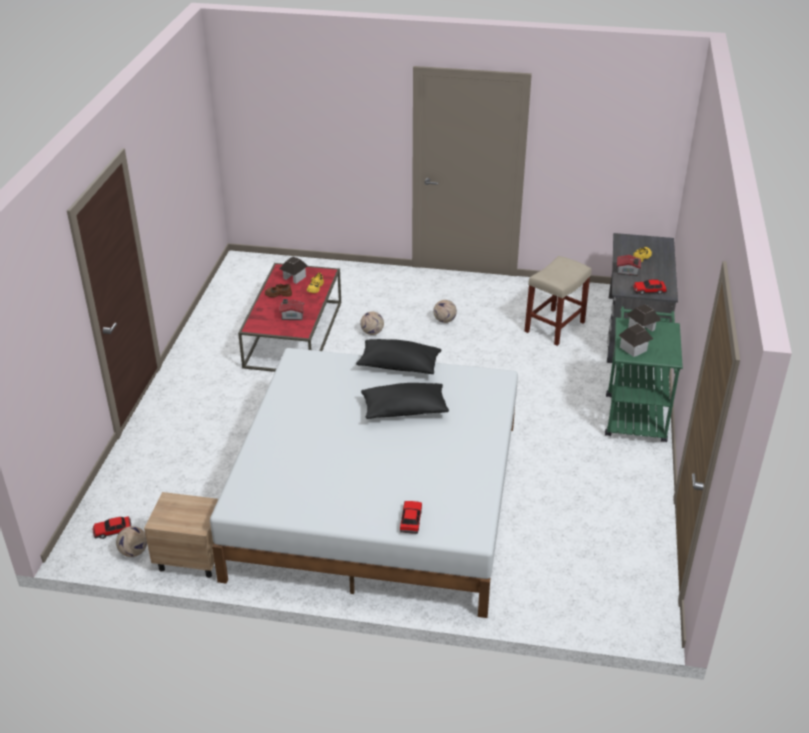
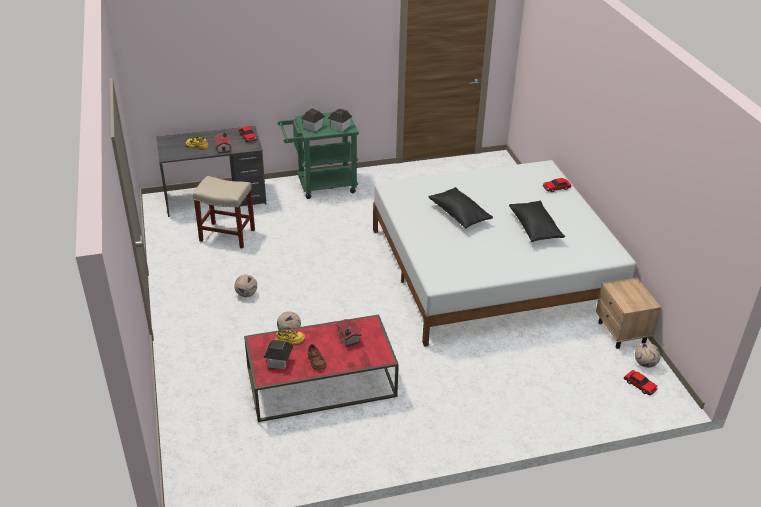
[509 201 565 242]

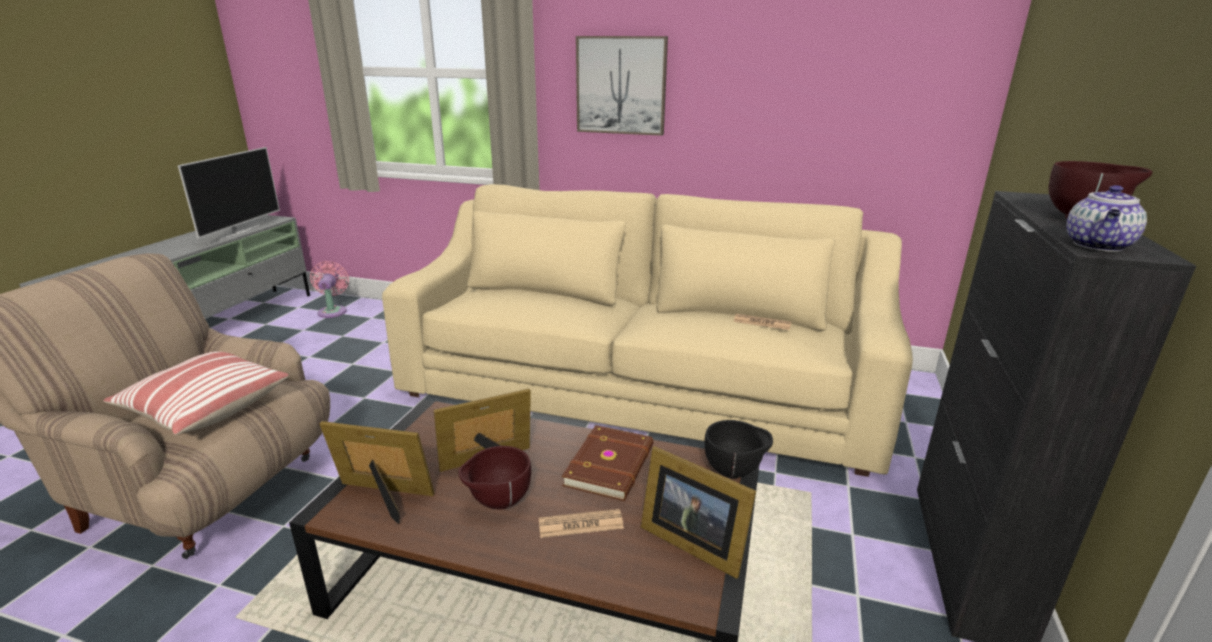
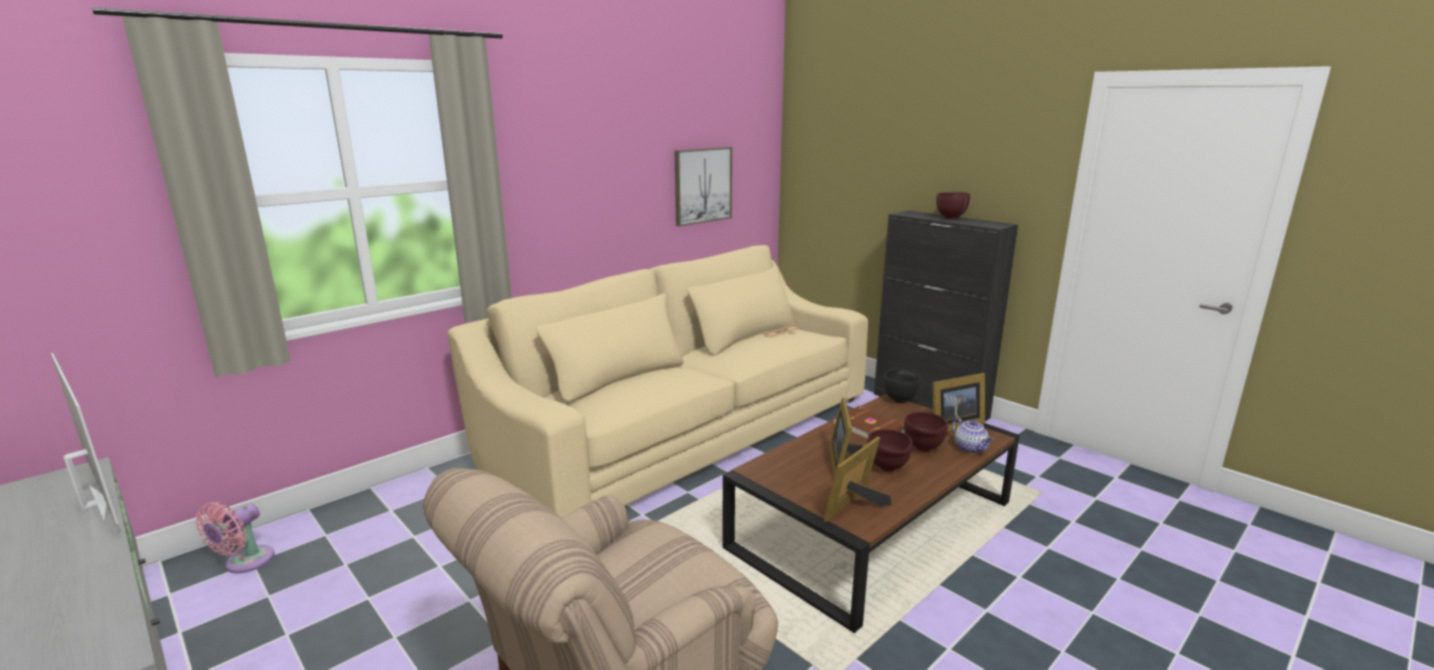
[103 351 289 435] (first image)
[195 502 275 573]
[904 412 948 452]
[674 147 732 227]
[952 418 994 453]

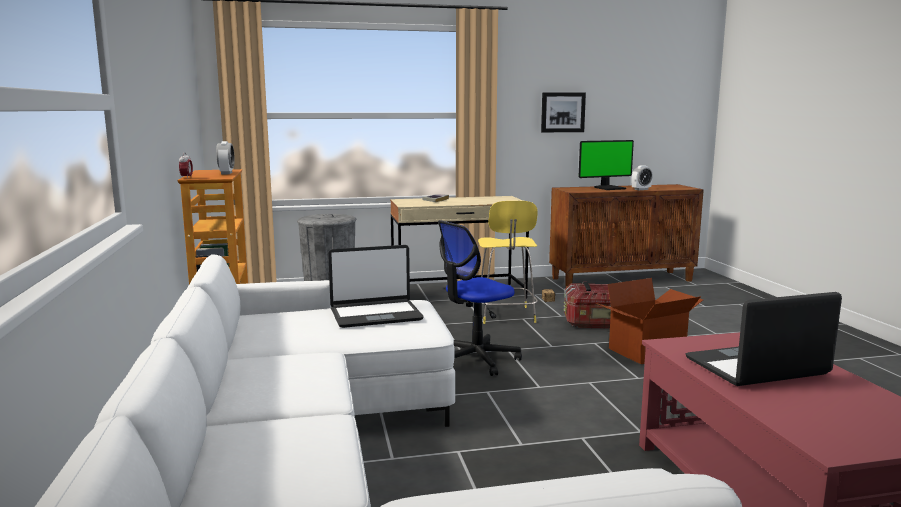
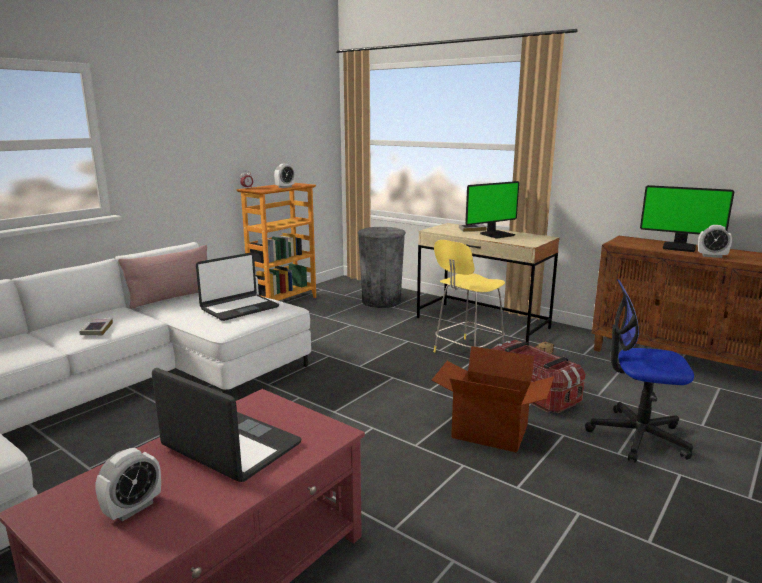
[196 253 279 321]
[585 279 694 463]
[541 92 586 132] (first image)
[80 318 113 335]
[95 448 161 522]
[118 245 207 309]
[465 181 519 239]

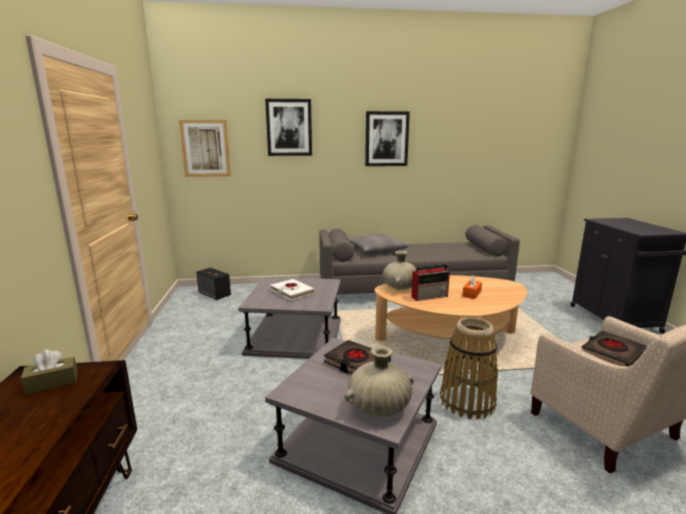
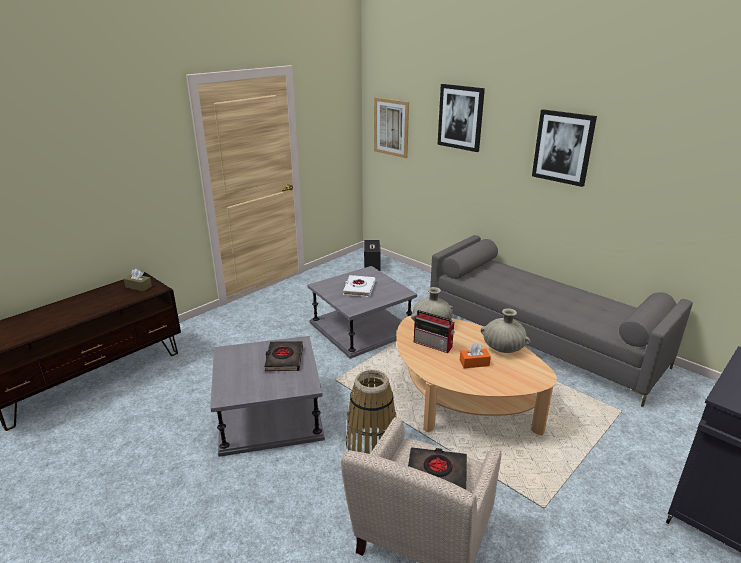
[481 308 530 353]
[348 234 409 254] (first image)

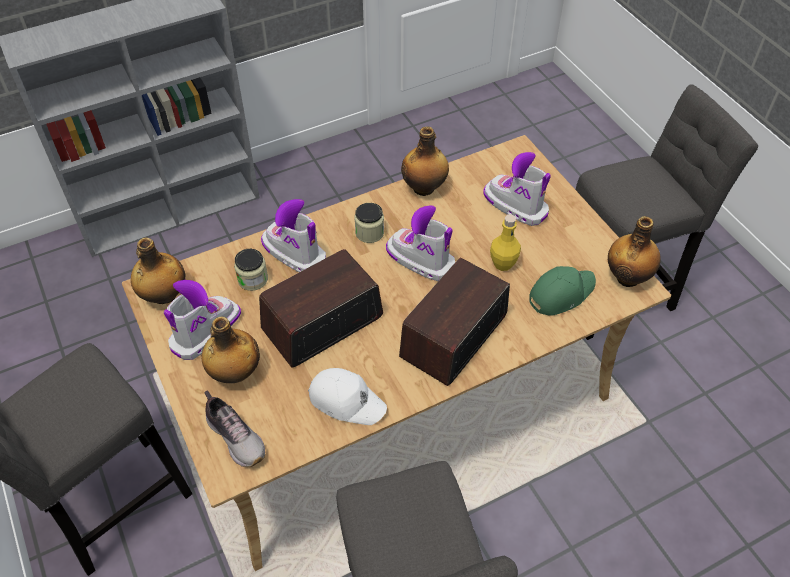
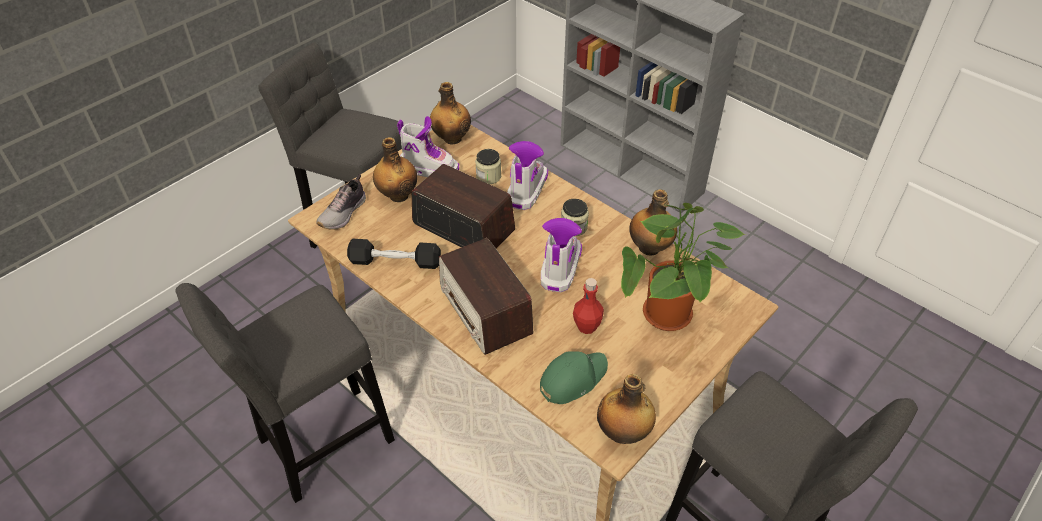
[347 239 441 269]
[439 238 533 355]
[621 203 746 331]
[573 278 604 334]
[540 351 608 404]

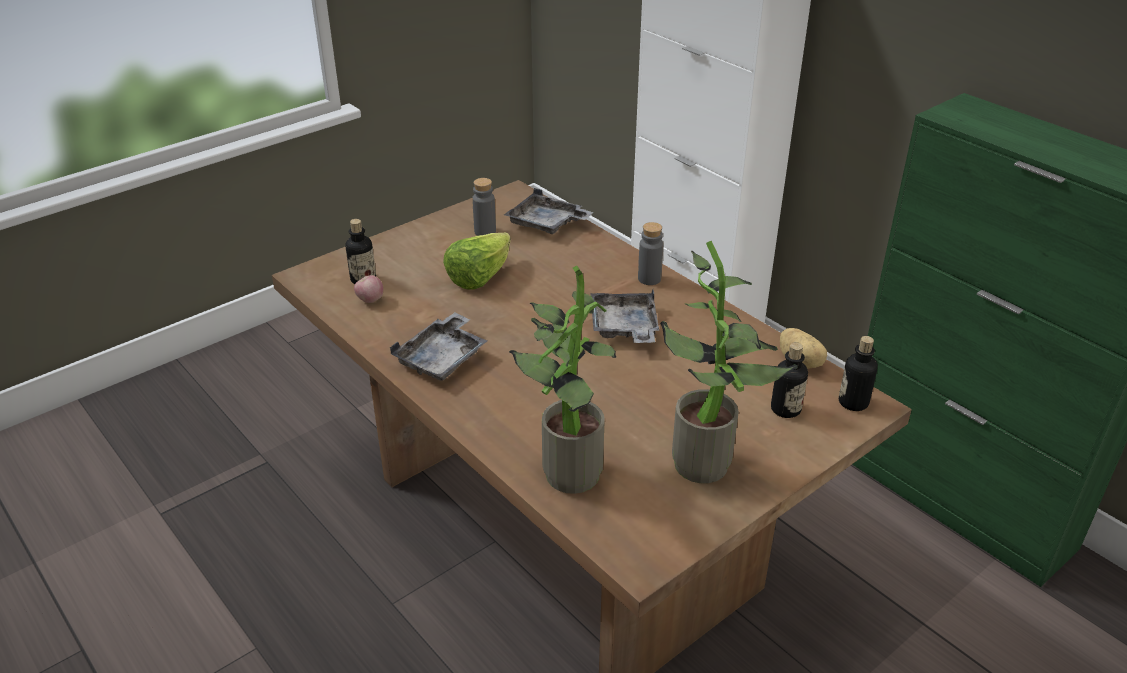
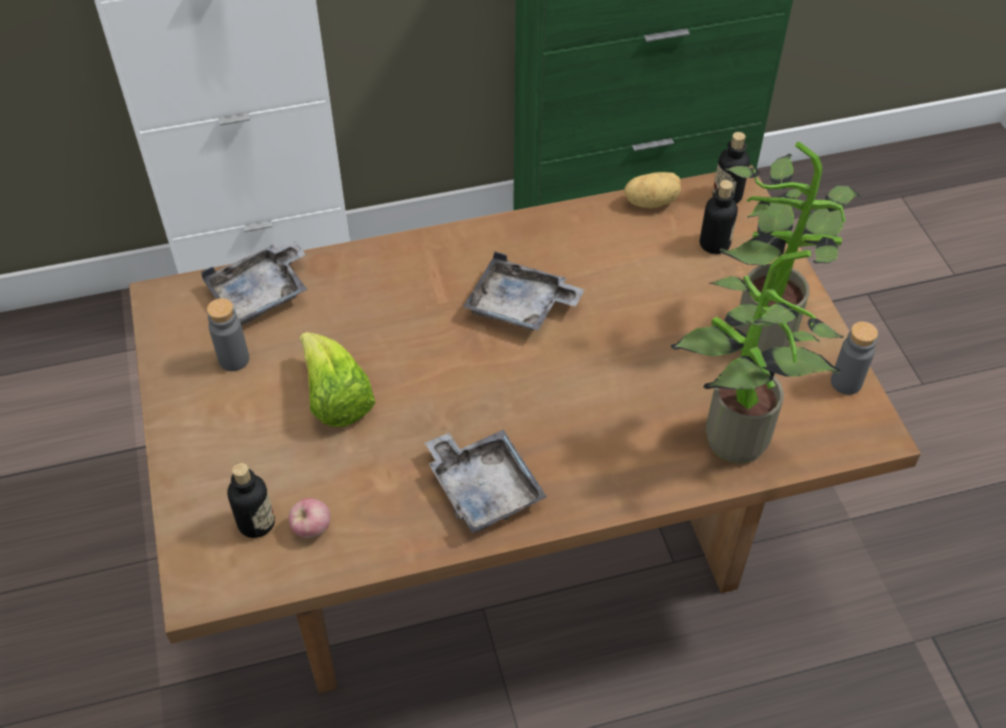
[831 321 878 395]

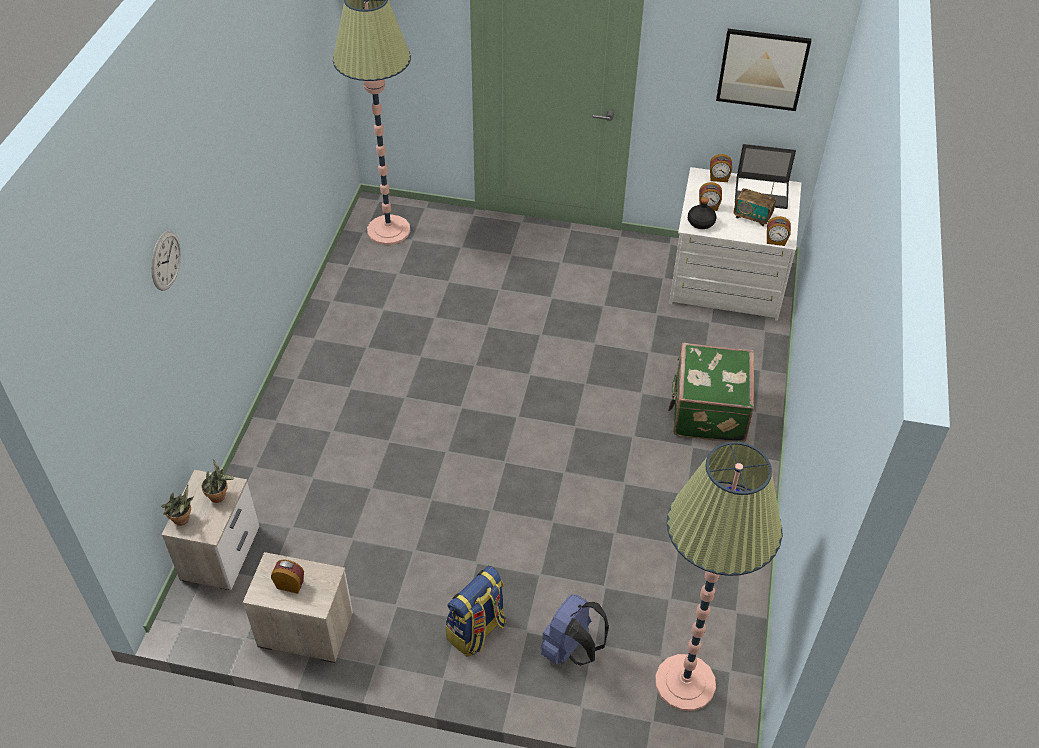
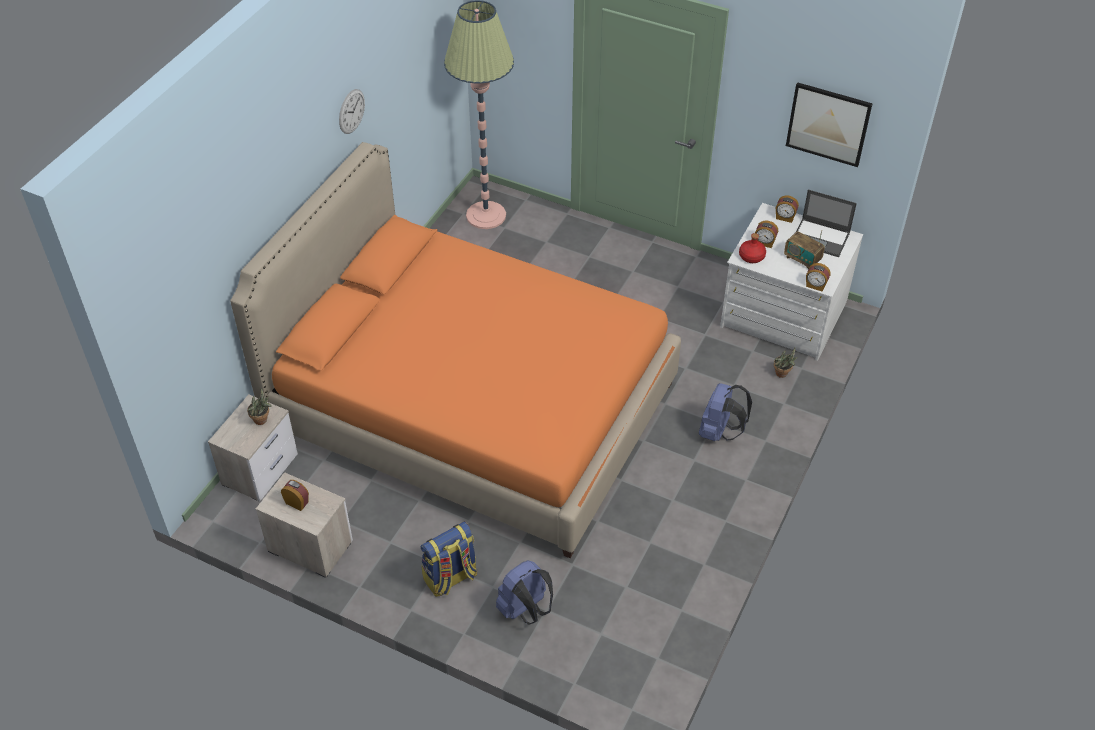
[339 89 365 134]
[774 348 798 378]
[655 442 782 711] (first image)
[699 383 752 441]
[739 233 766 263]
[230 142 681 558]

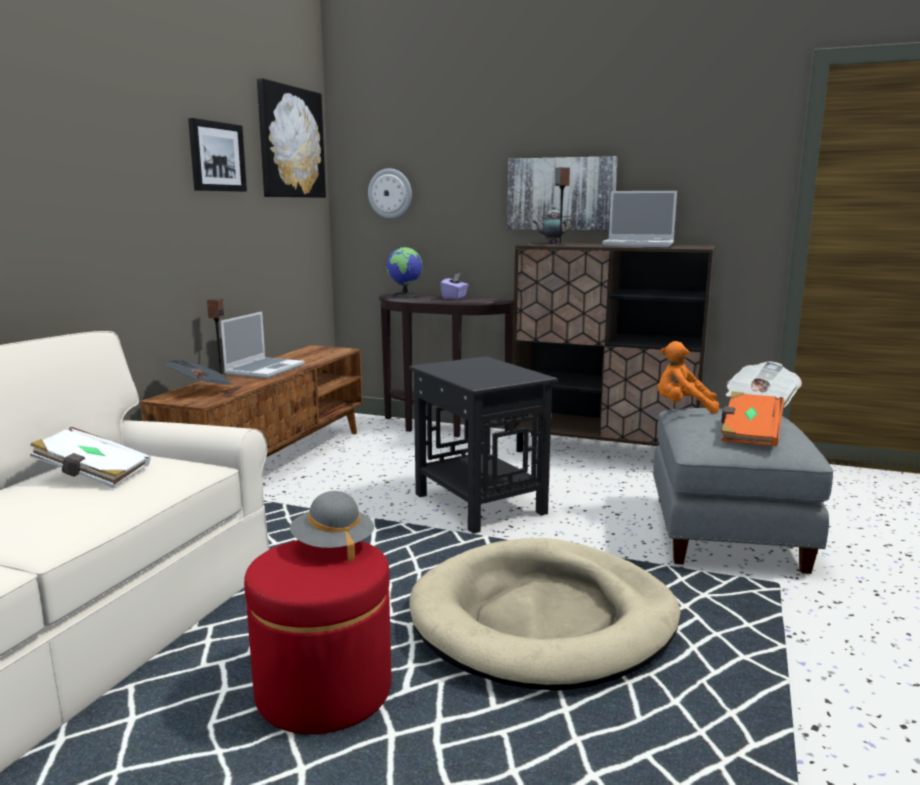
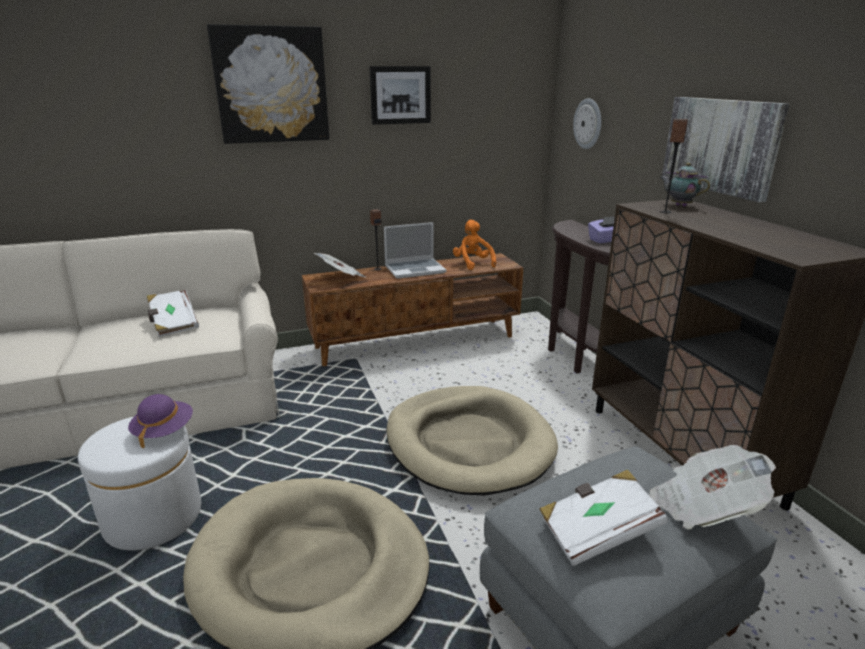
[78 417 201 551]
[207 24 329 144]
[128 394 193 449]
[386 247 423 298] (first image)
[386 386 558 495]
[602 191 677 247] (first image)
[453 220 496 270]
[540 469 668 566]

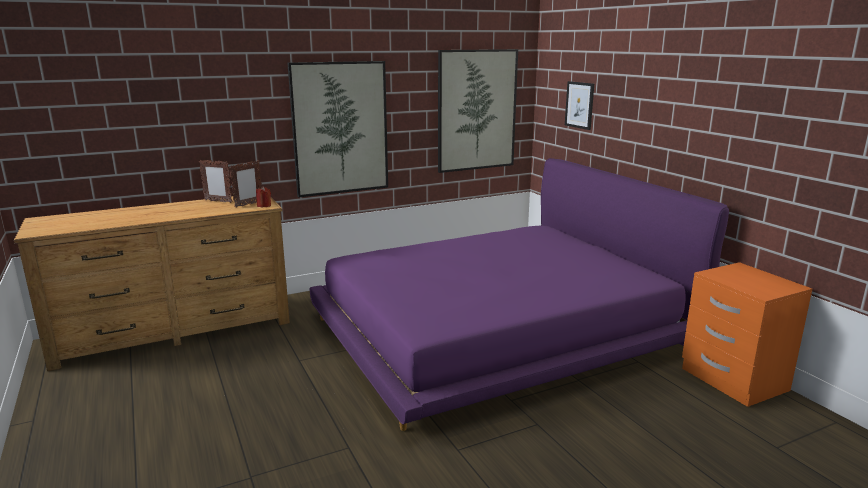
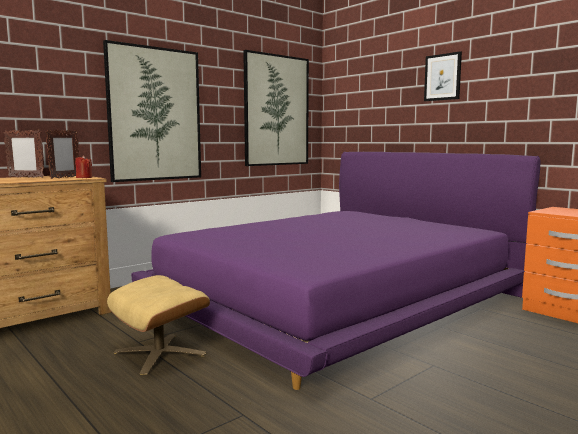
[424 51 462 101]
[107 275 210 375]

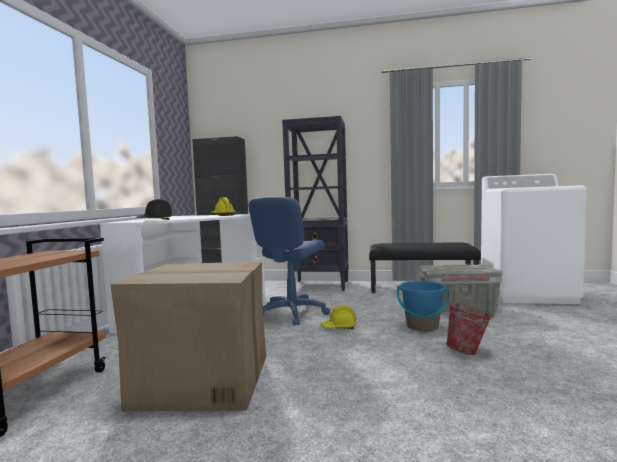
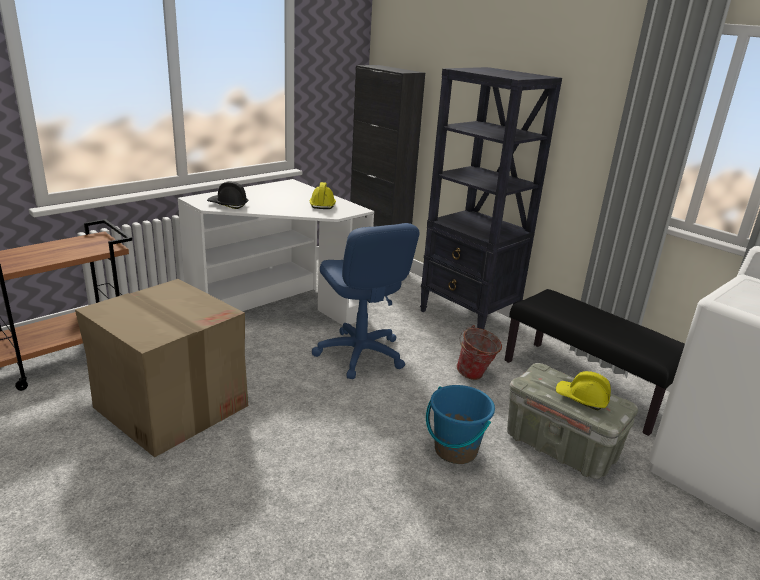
[312 223 420 379]
[556 371 611 410]
[456 325 502 380]

